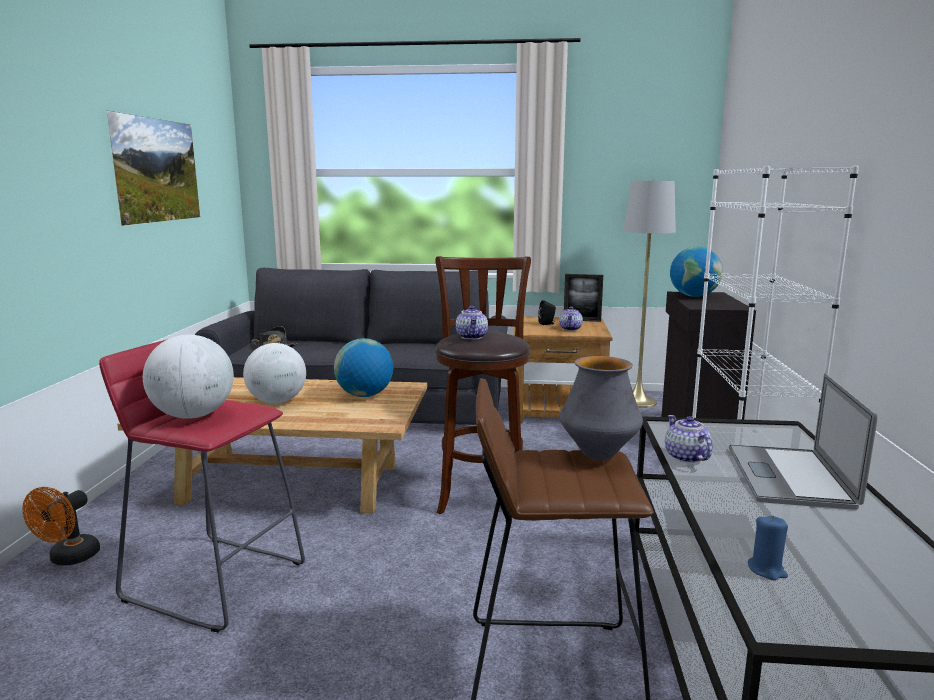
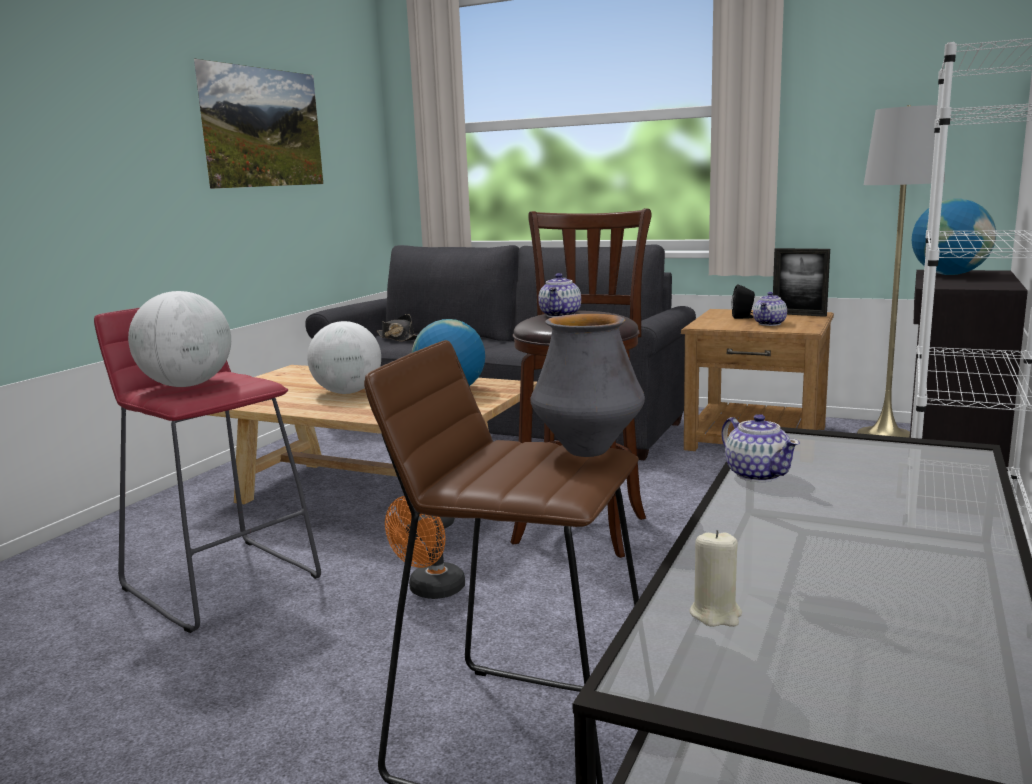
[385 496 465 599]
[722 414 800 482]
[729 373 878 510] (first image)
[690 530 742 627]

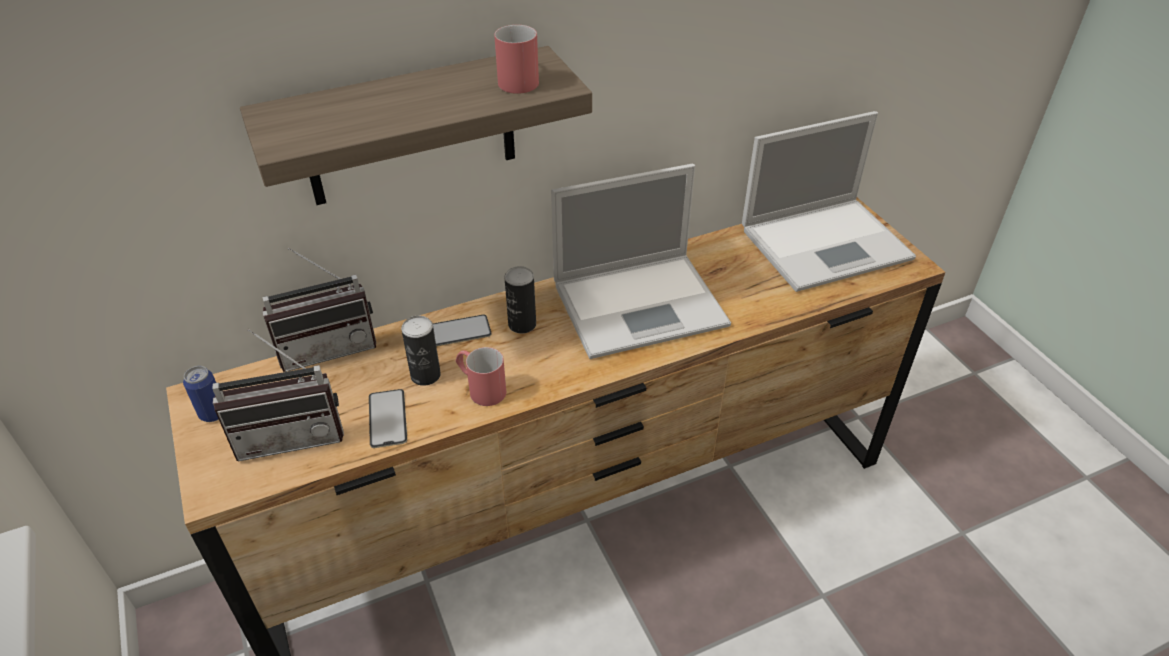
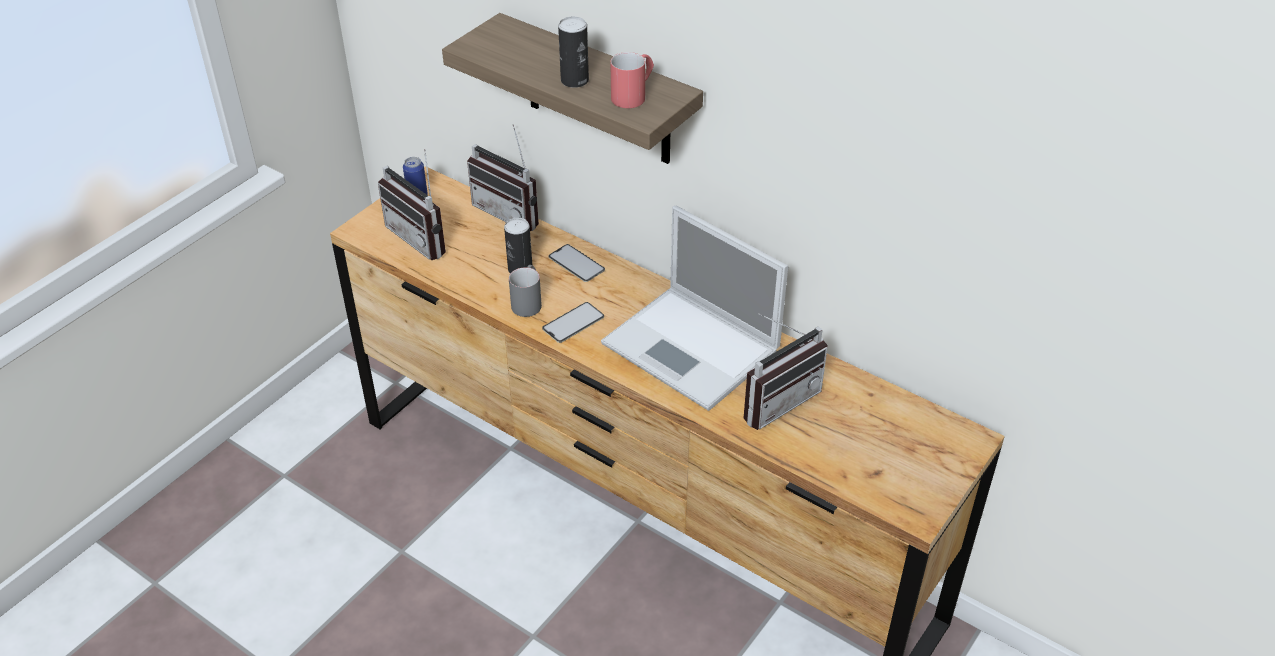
[542 302 604 343]
[509 265 542 317]
[558 16 589 88]
[742 111 916 292] (first image)
[744 313 827 430]

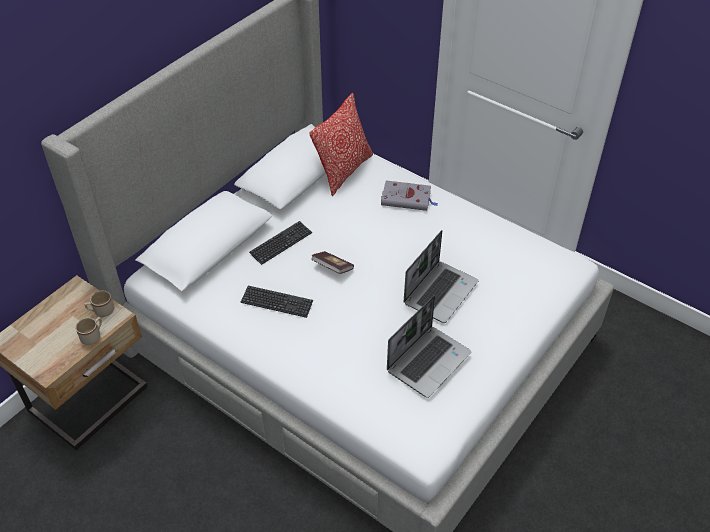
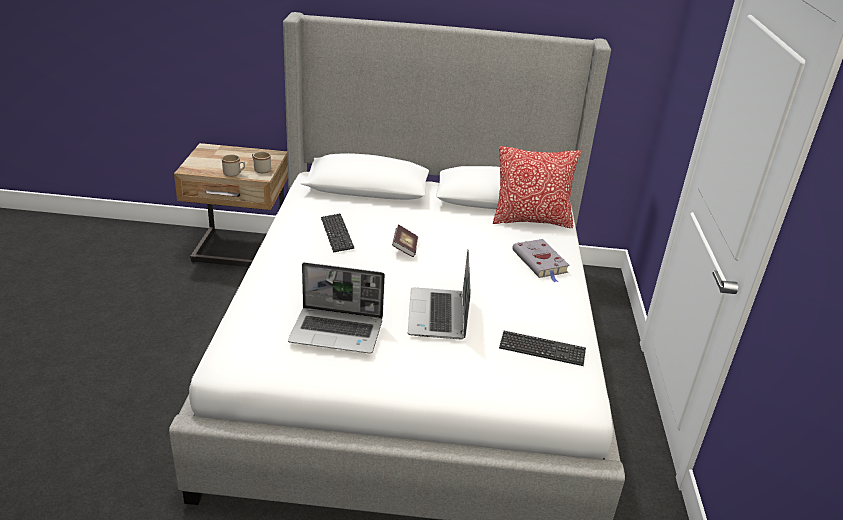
[499 331 586 366]
[408 250 471 340]

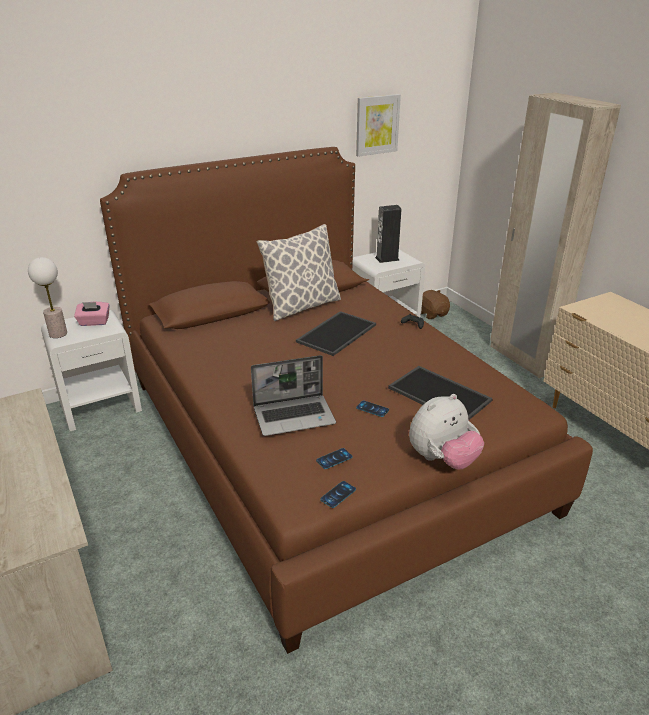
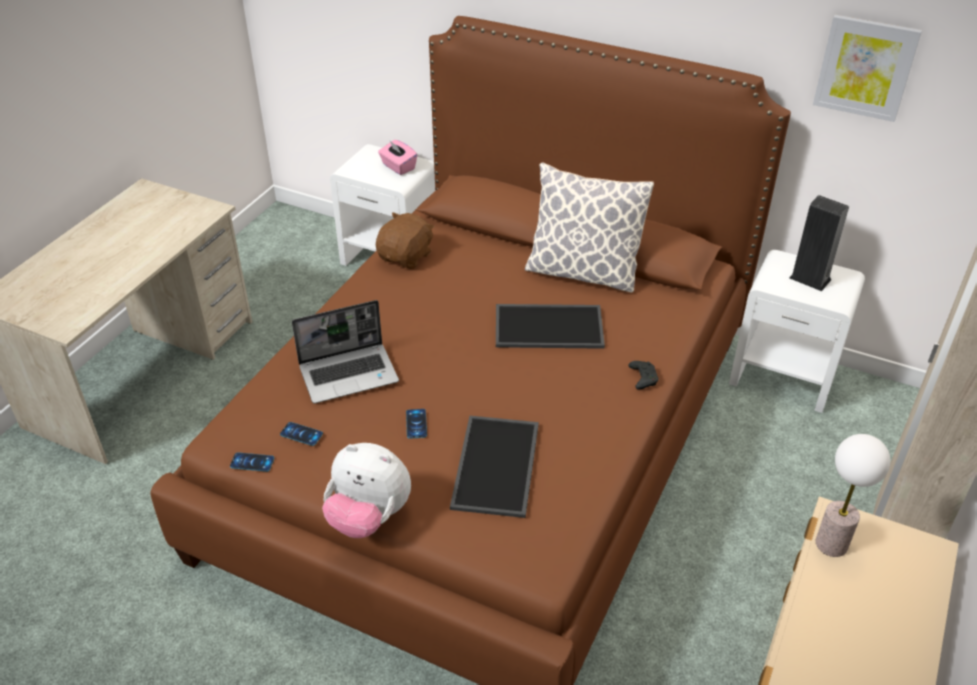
[816 434 890 557]
[292 300 399 404]
[376 212 434 269]

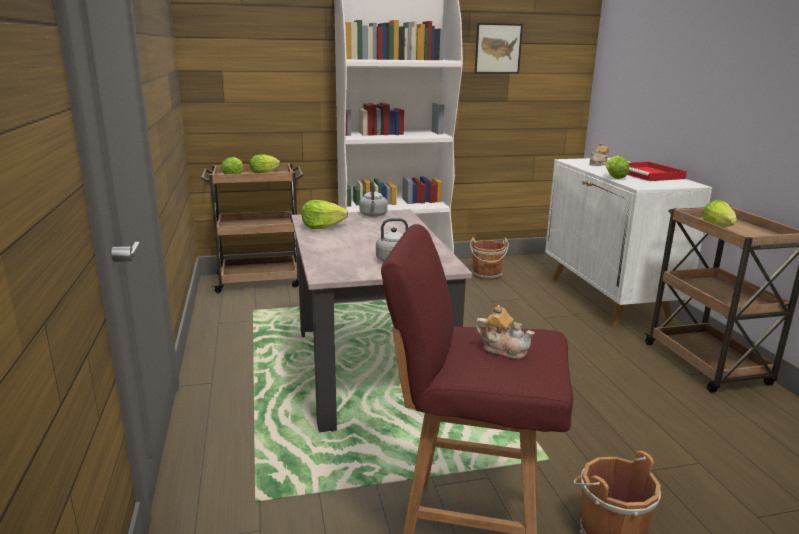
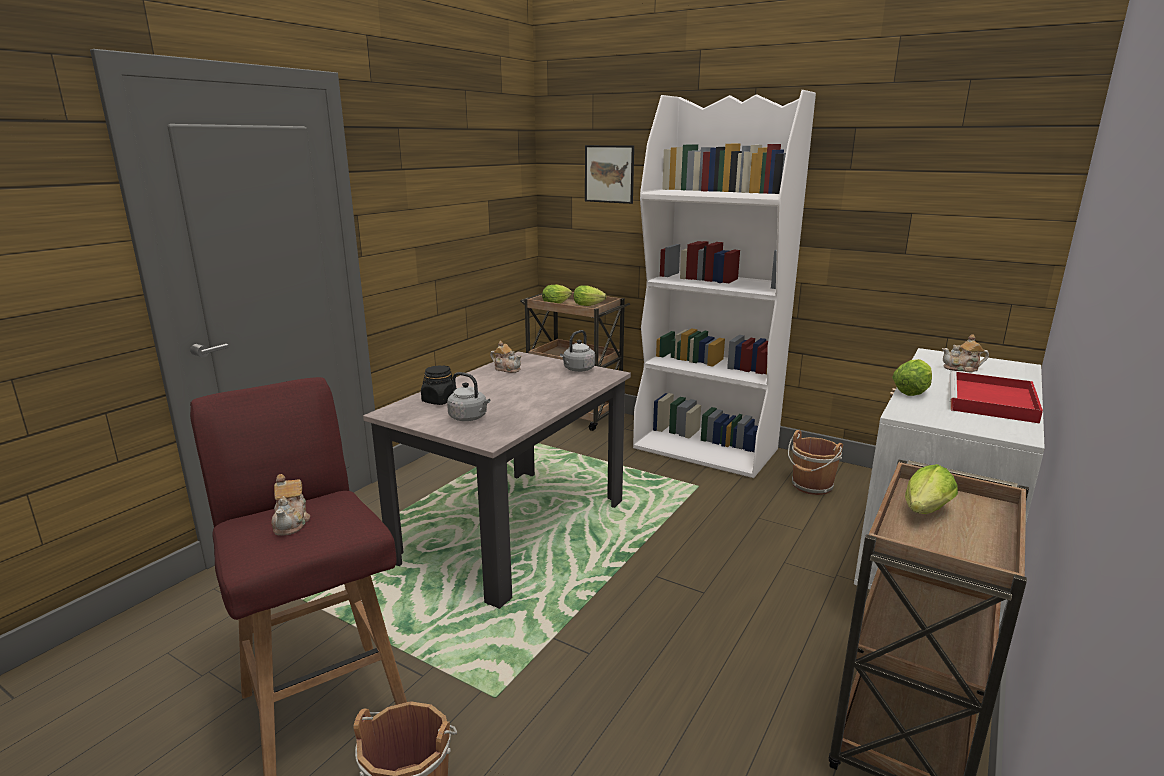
[490 341 521 373]
[585 145 634 204]
[421 365 457 405]

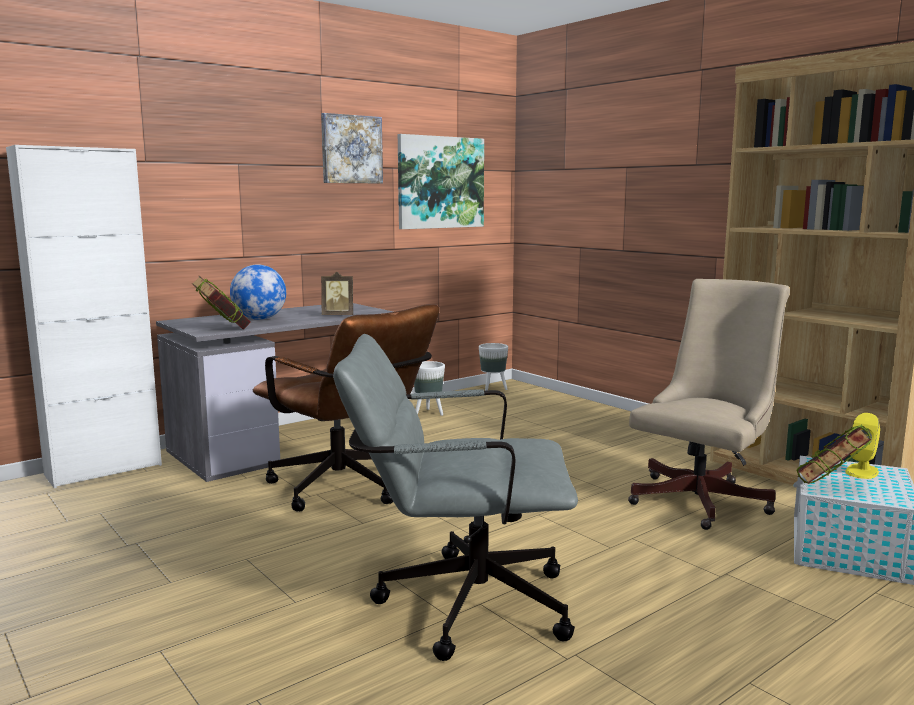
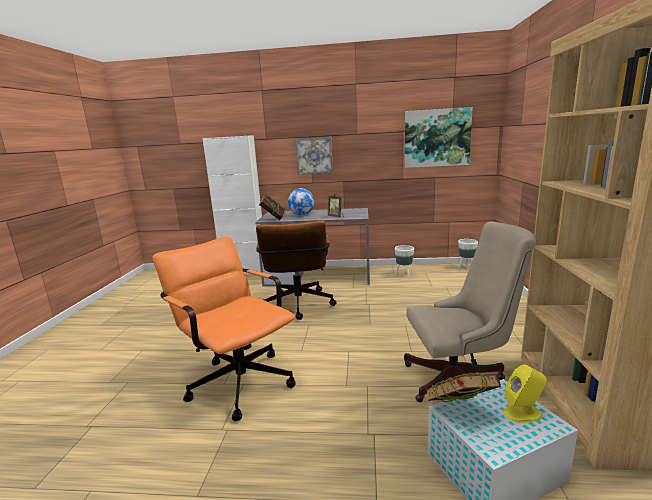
[295 137 333 175]
[153 236 296 422]

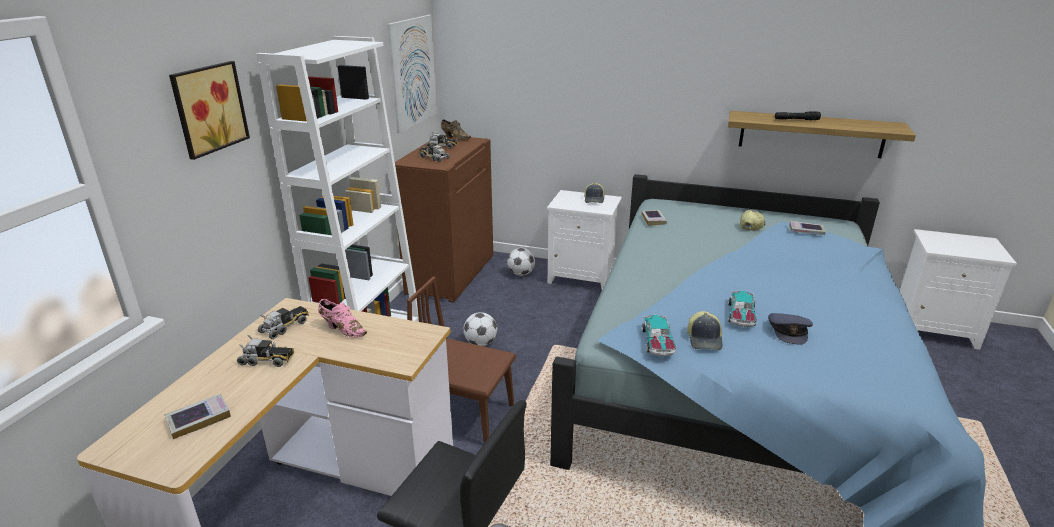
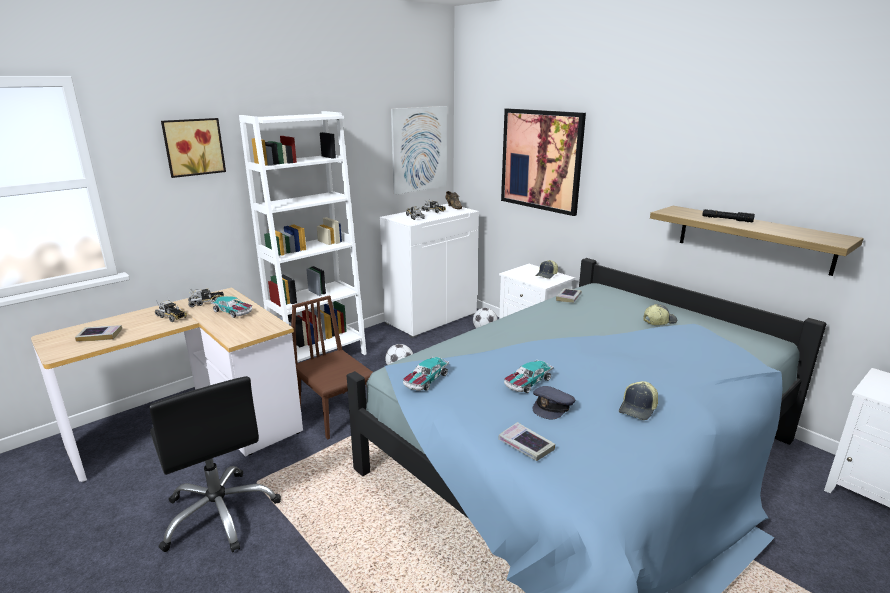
[210 296 252 318]
[380 204 479 338]
[619 381 658 420]
[498 422 555 461]
[501 108 586 216]

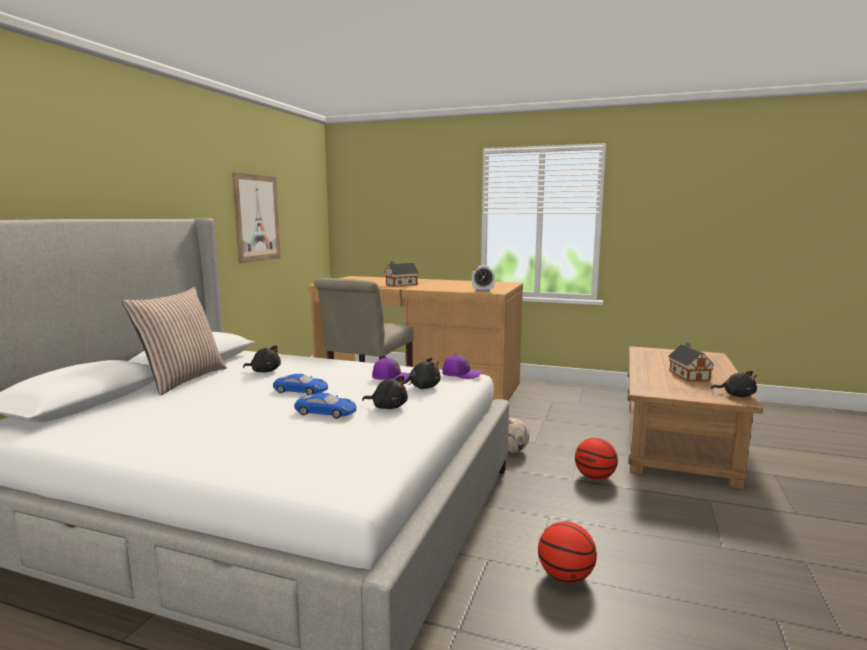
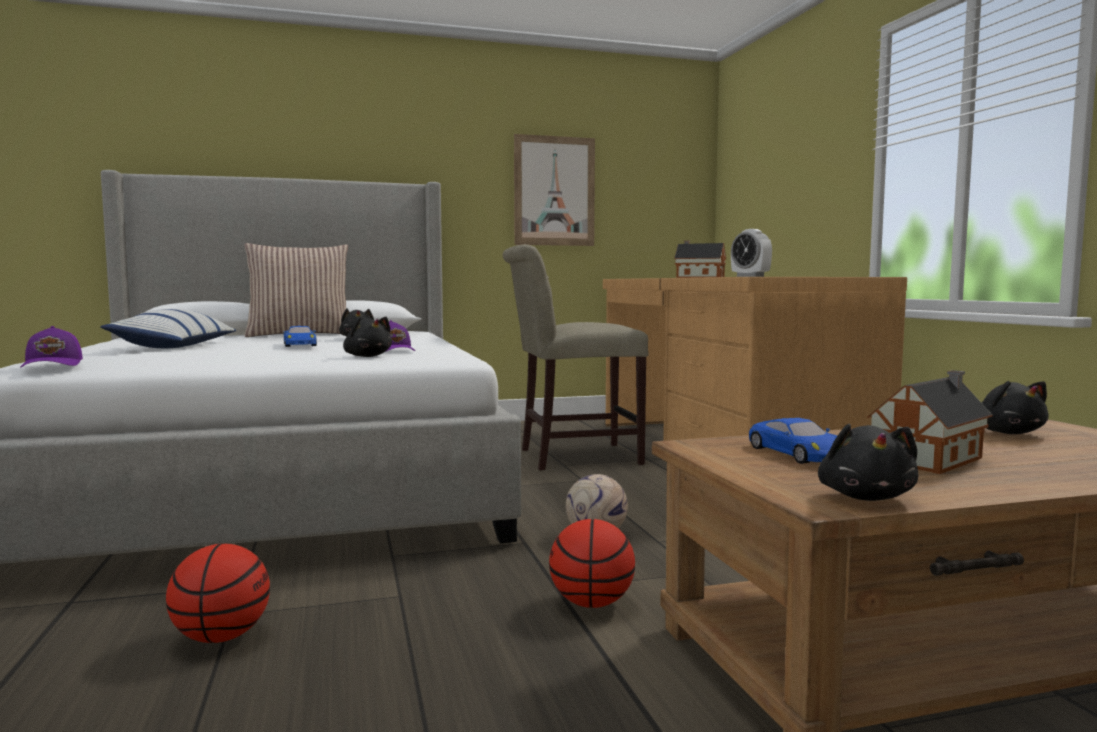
[749 418 837 464]
[981 381 1049 434]
[20 326 83 367]
[100 309 236 348]

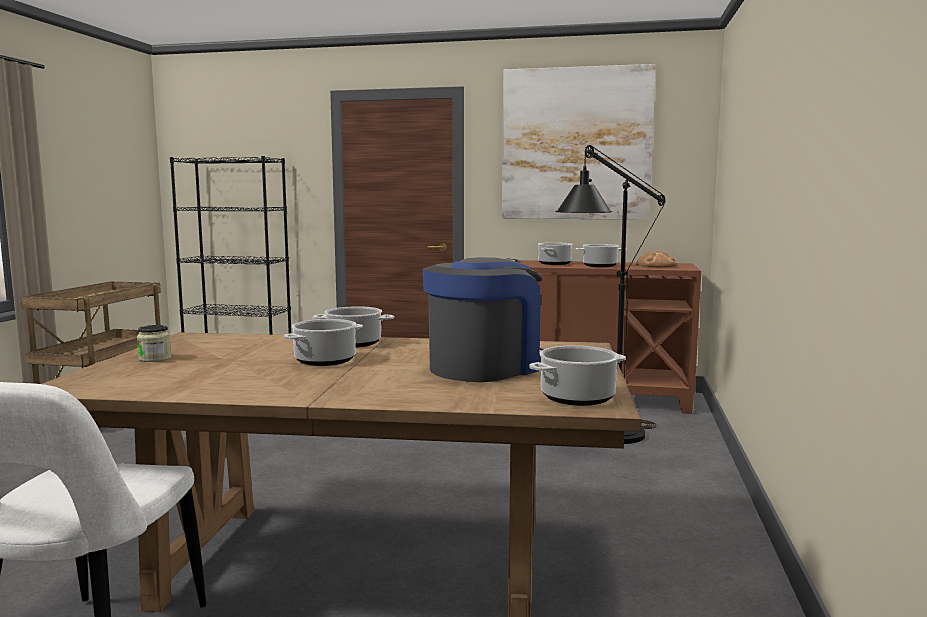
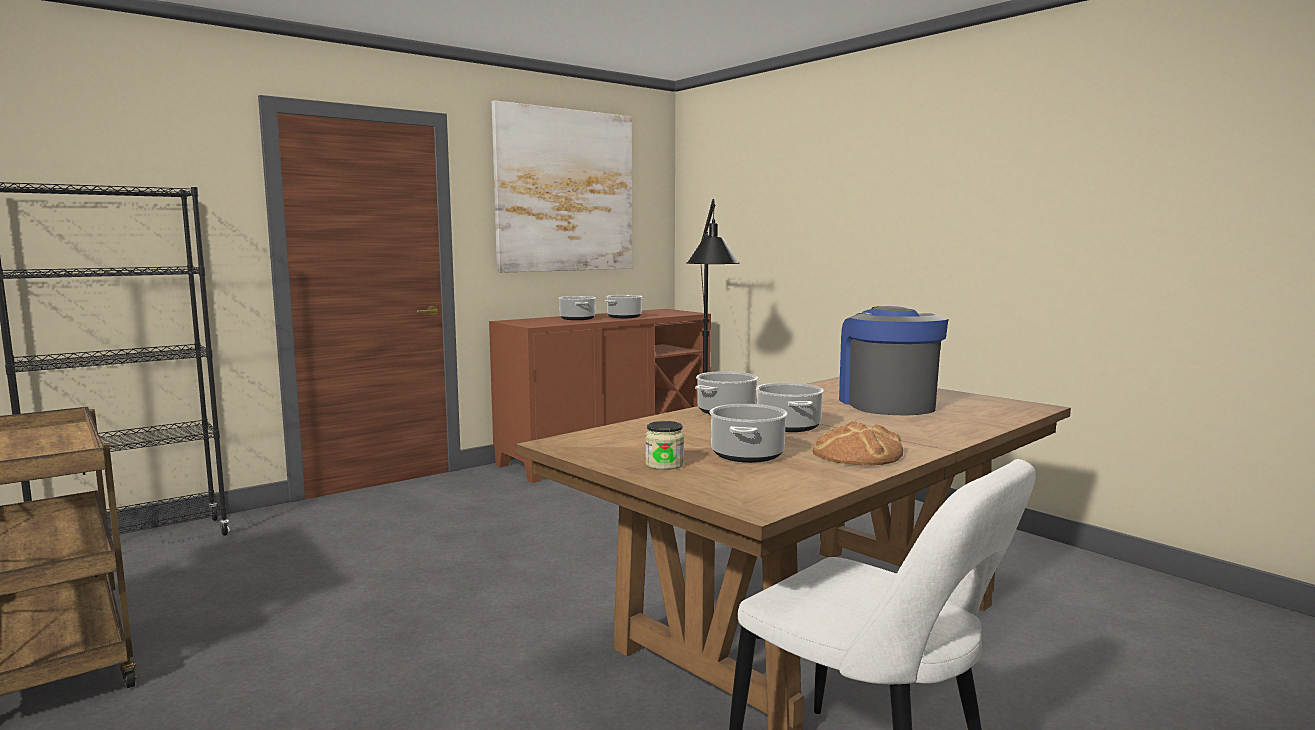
[709 404 788 463]
[813 421 903 466]

